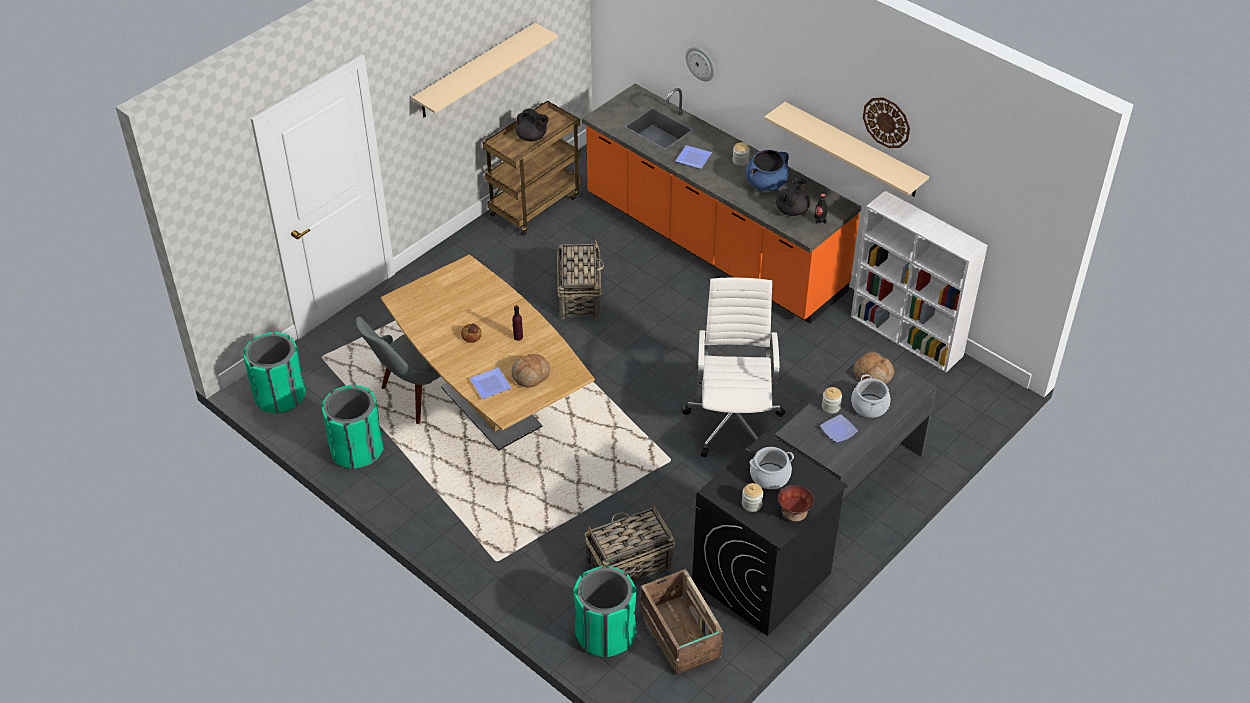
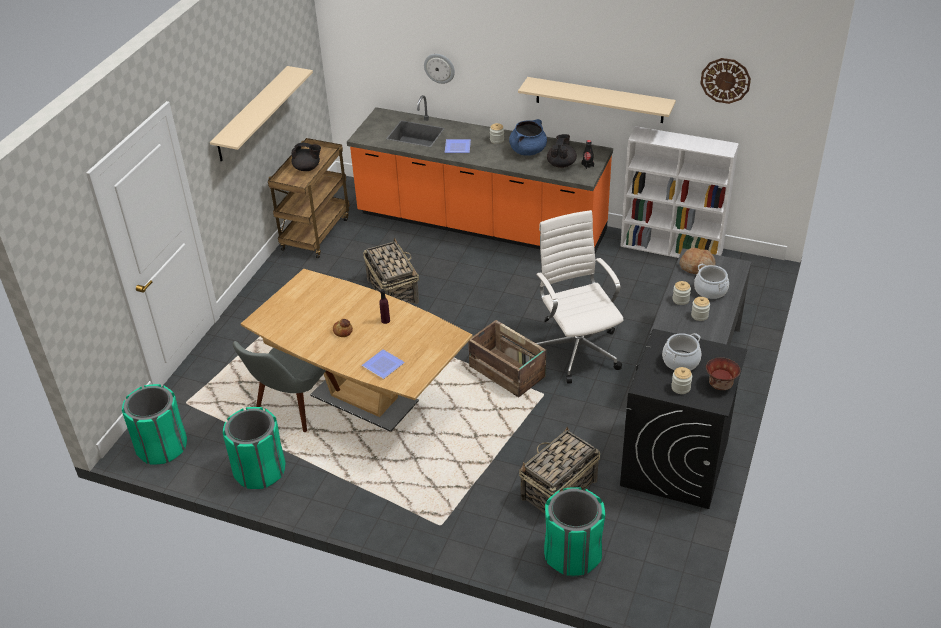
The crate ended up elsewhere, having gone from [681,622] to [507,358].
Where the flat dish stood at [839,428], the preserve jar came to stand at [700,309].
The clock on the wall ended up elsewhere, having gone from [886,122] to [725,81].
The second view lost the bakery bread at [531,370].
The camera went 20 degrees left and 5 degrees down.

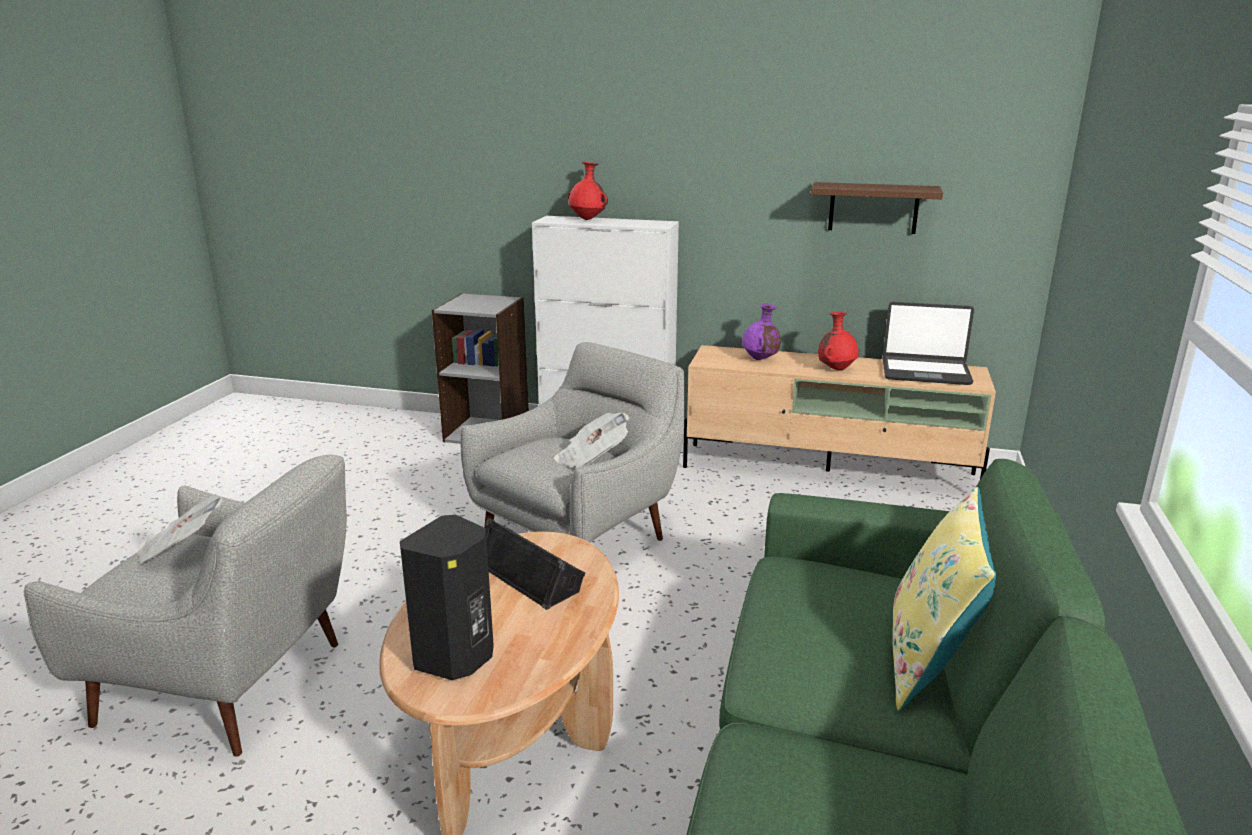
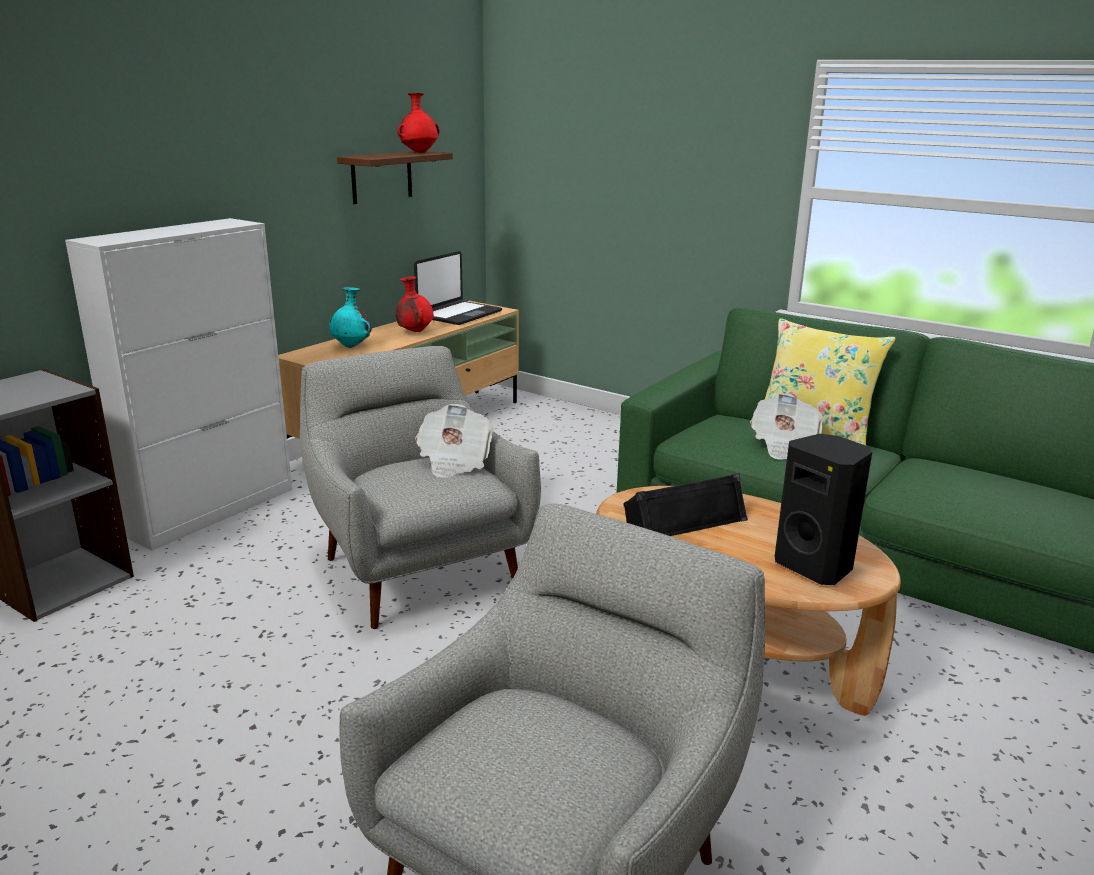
What was the flower vase (purple) at [761,331] turned into the flower vase (turquoise) at [350,317].
The flower vase (reddish) ended up elsewhere, having gone from [588,191] to [418,123].
The newspaper ended up elsewhere, having gone from [179,529] to [787,426].
The camera went 70 degrees left and 0 degrees up.

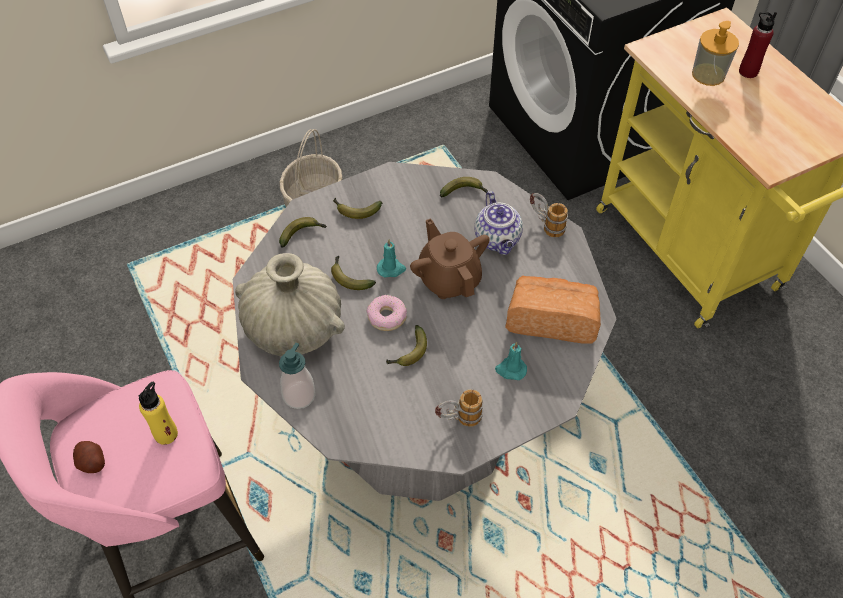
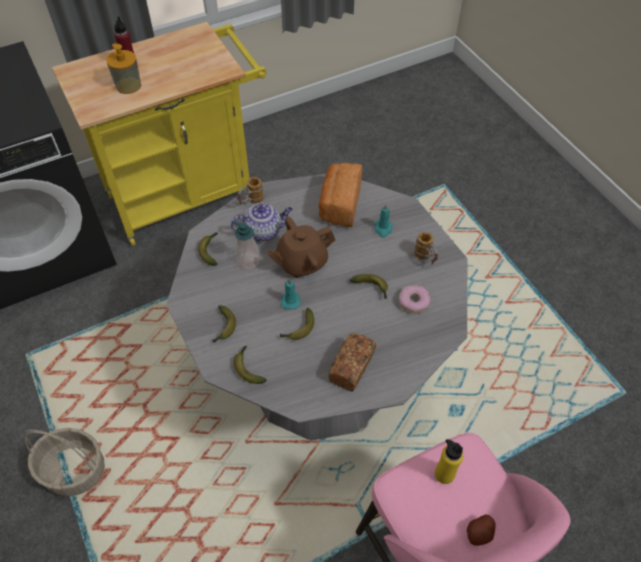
The soap bottle ended up elsewhere, having gone from [297,376] to [247,245].
Where the flower vase (sand-coloured) stood at [290,304], the bakery bread came to stand at [352,362].
The donut ended up elsewhere, having gone from [386,313] to [415,299].
The camera went 90 degrees left and 0 degrees up.

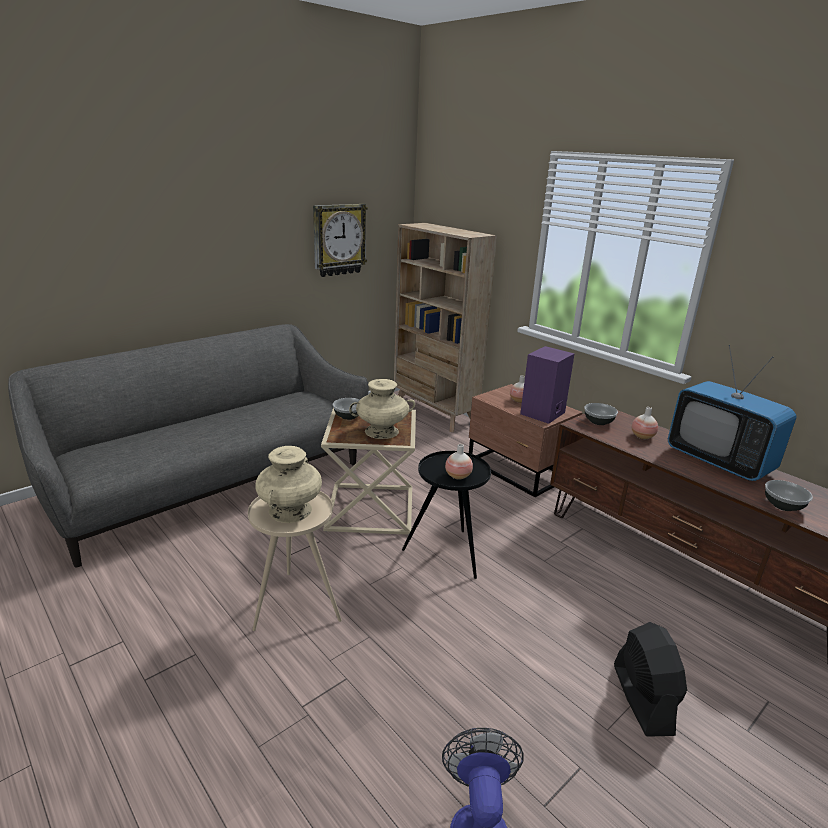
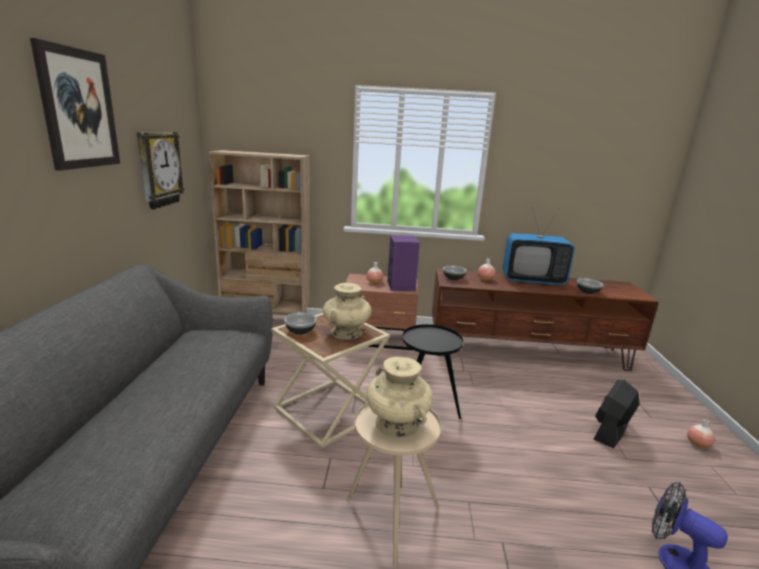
The second view gained the wall picture at [75,104].
The fan (black-coloured) at [650,679] ended up facing another way, 90 degrees counterclockwise from before.
The flower vase ended up elsewhere, having gone from [459,462] to [701,433].
The camera went 45 degrees left and 5 degrees down.

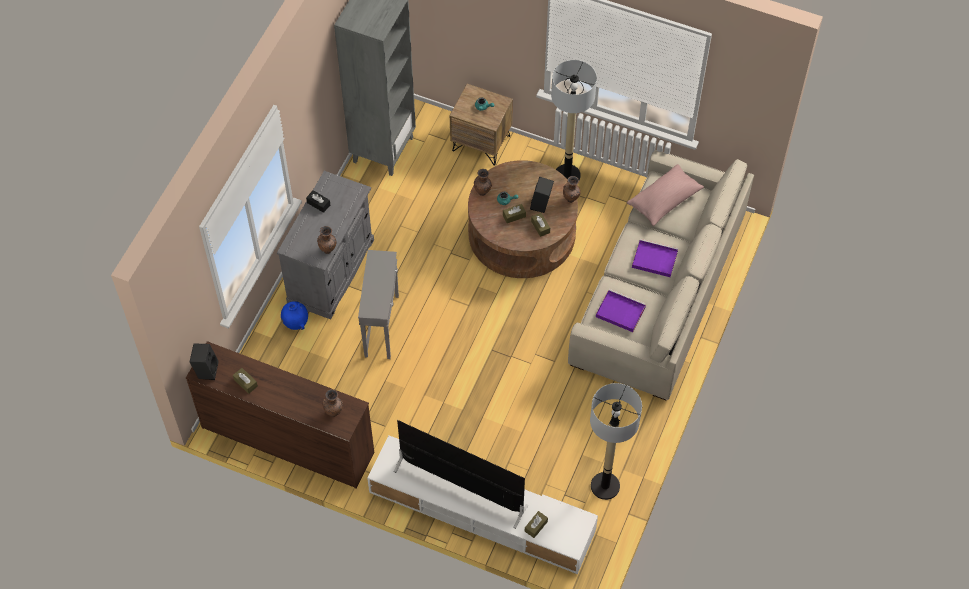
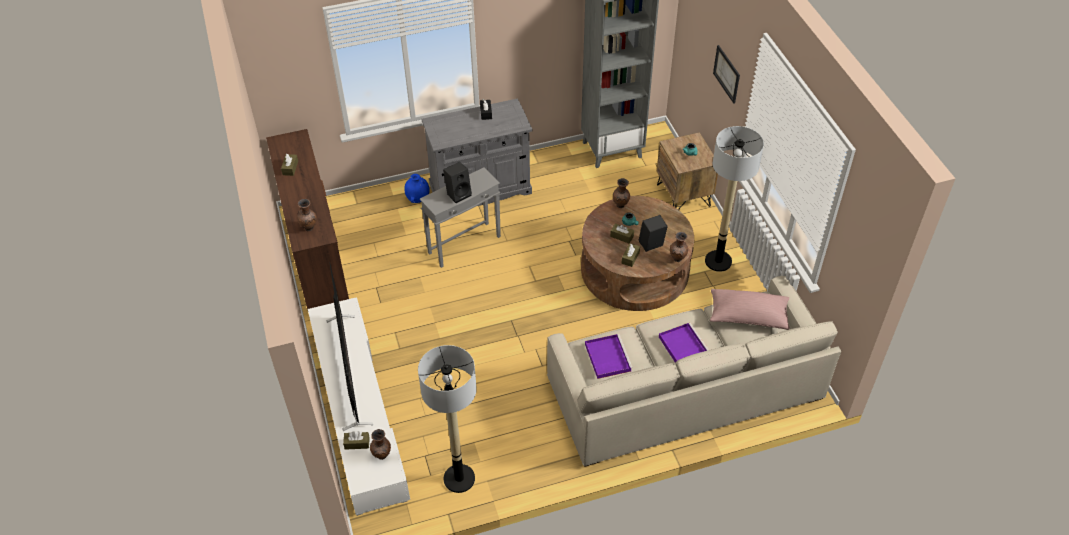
The flower vase (brownish) ended up elsewhere, having gone from [327,240] to [380,444].
The speaker (black-coloured) ended up elsewhere, having gone from [204,362] to [457,182].
The second view gained the wall picture at [726,74].
The camera went 50 degrees right and 10 degrees down.

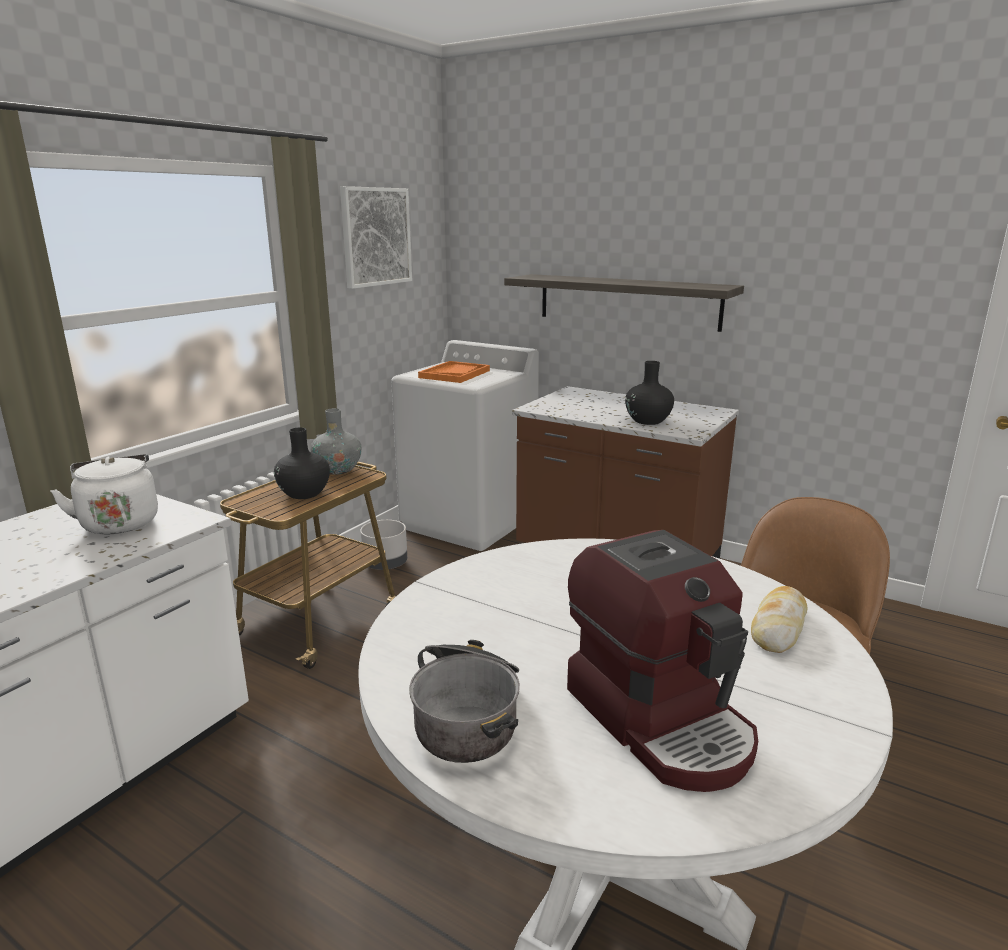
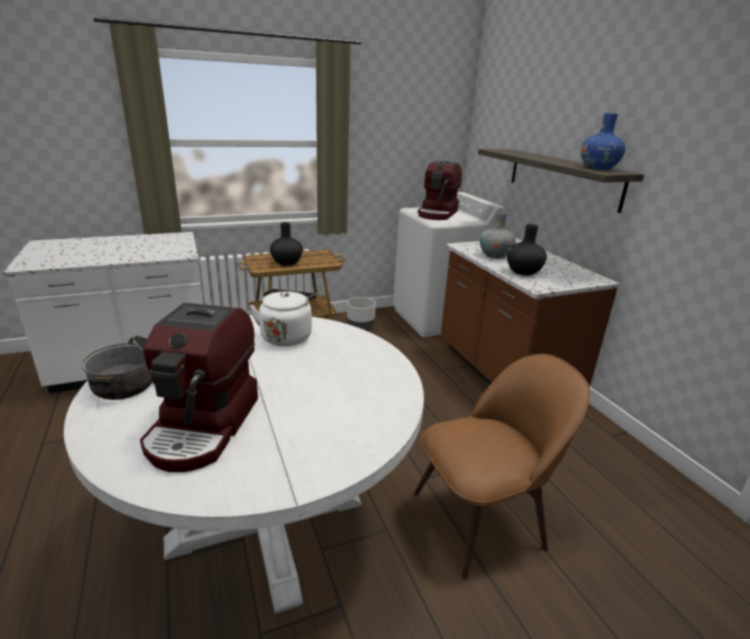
The tea kettle (white) ended up elsewhere, having gone from [104,494] to [283,317].
Where the carrying tray (orangey) stood at [454,372], the coffee maker came to stand at [440,190].
The flower vase (gray) ended up elsewhere, having gone from [336,441] to [498,234].
The second view gained the flower vase (bluish) at [603,141].
The second view lost the wall picture at [376,237].
The second view lost the bakery bread at [779,619].
The camera went 35 degrees right and 5 degrees up.

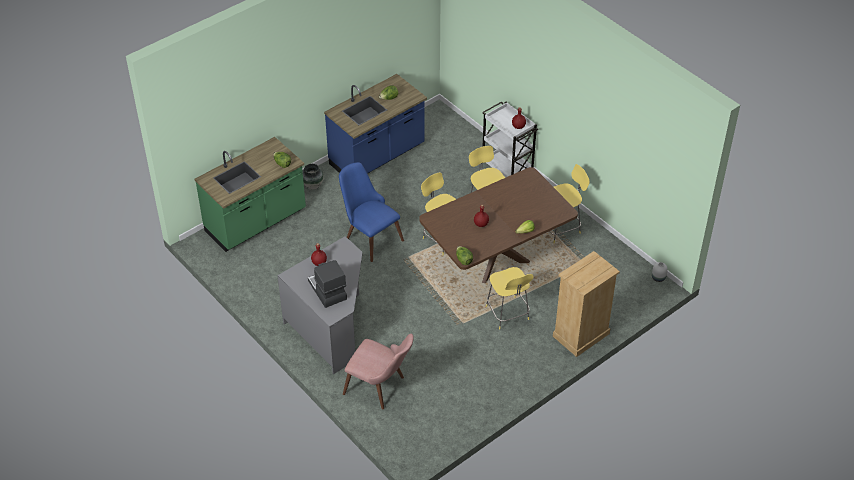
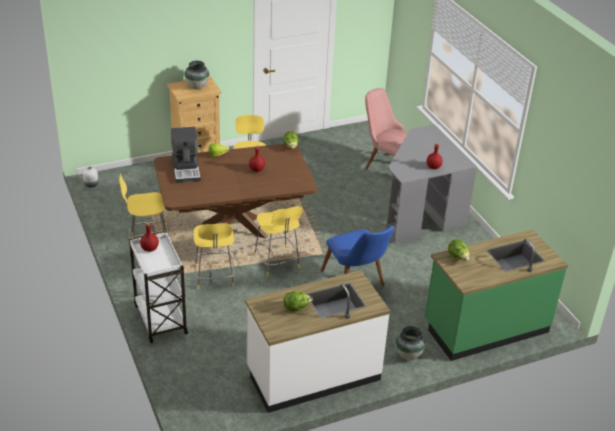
The coffee maker ended up elsewhere, having gone from [327,284] to [186,155].
The second view gained the flower vase at [197,75].
What was the kitchen base unit (bluish) at [375,124] turned into the kitchen base unit (white) at [318,341].
The camera went 165 degrees left and 10 degrees down.

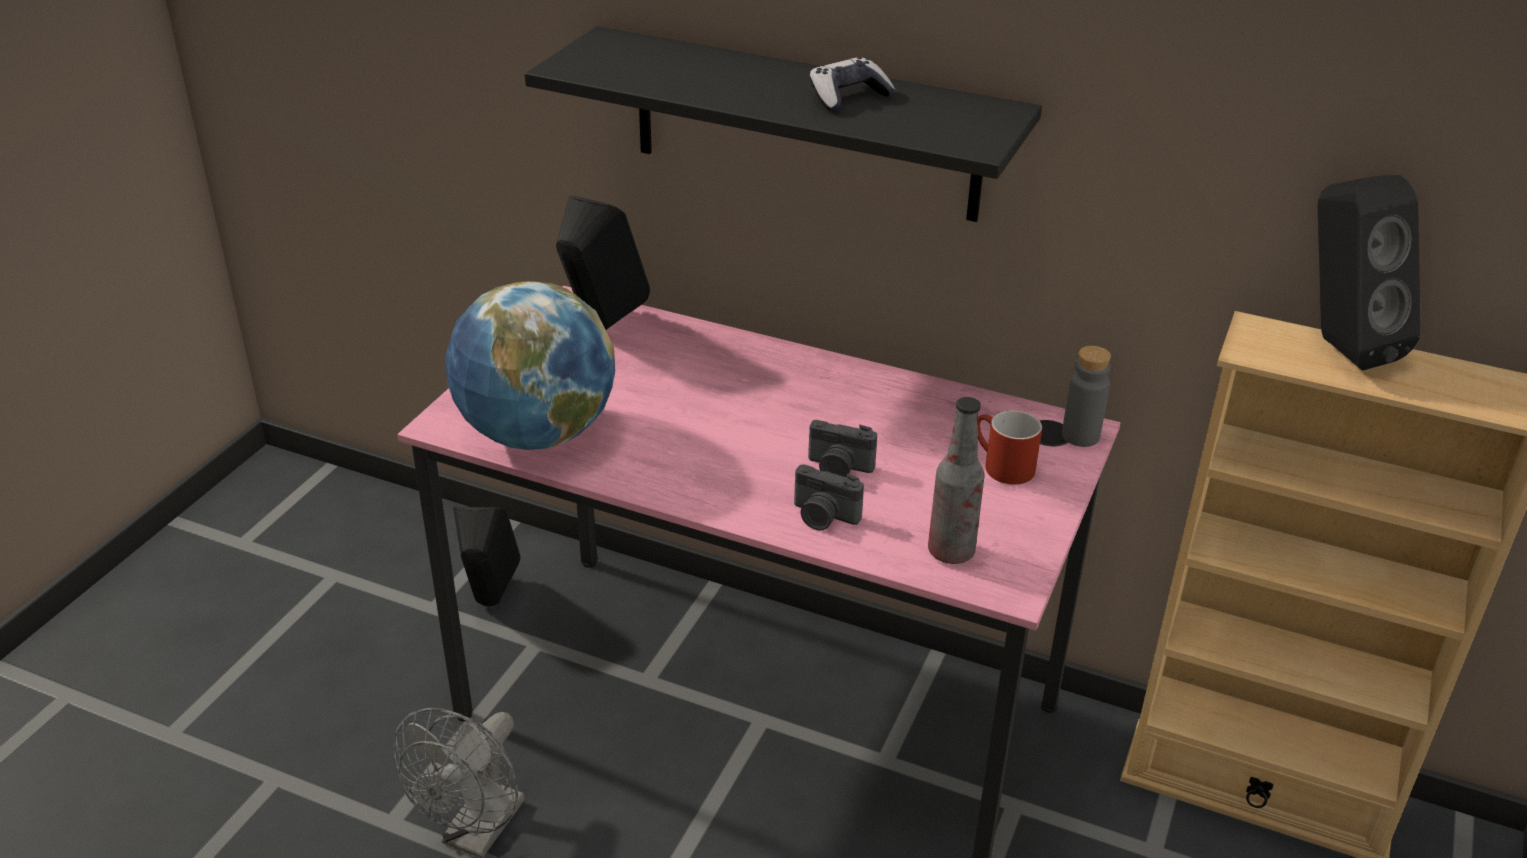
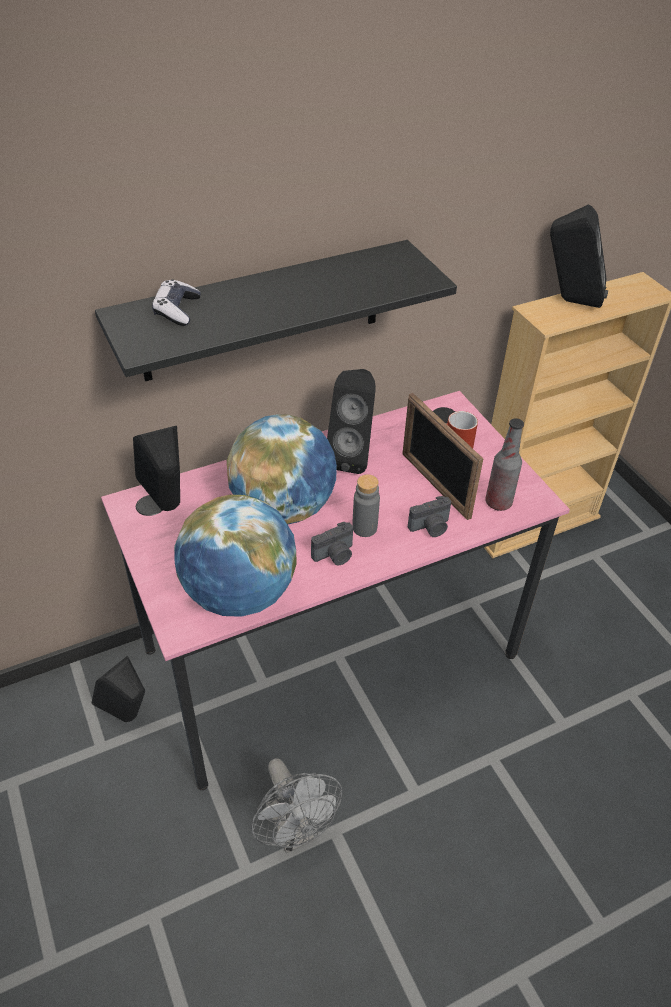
The gamepad ended up elsewhere, having gone from [852,84] to [176,302].
The second view gained the globe at [282,469].
The photo camera ended up elsewhere, having gone from [842,449] to [332,543].
The second view gained the speaker (black-coloured) at [351,421].
The drink bottle (gray) ended up elsewhere, having gone from [1086,396] to [366,505].
The second view gained the standing frame at [442,456].
The camera went 50 degrees left and 10 degrees up.

